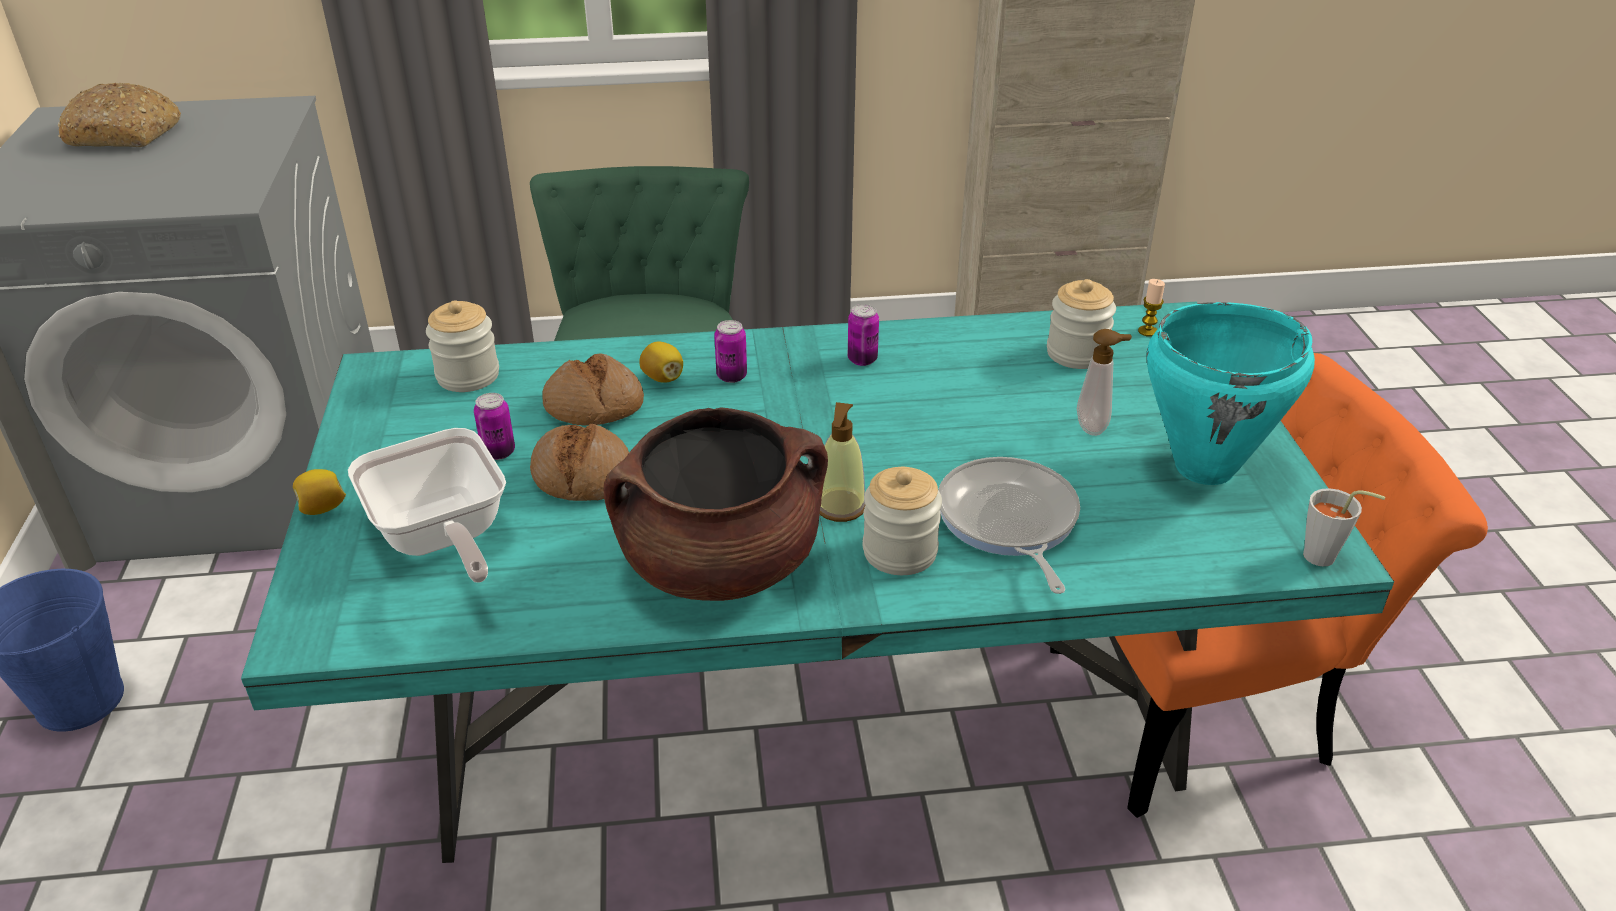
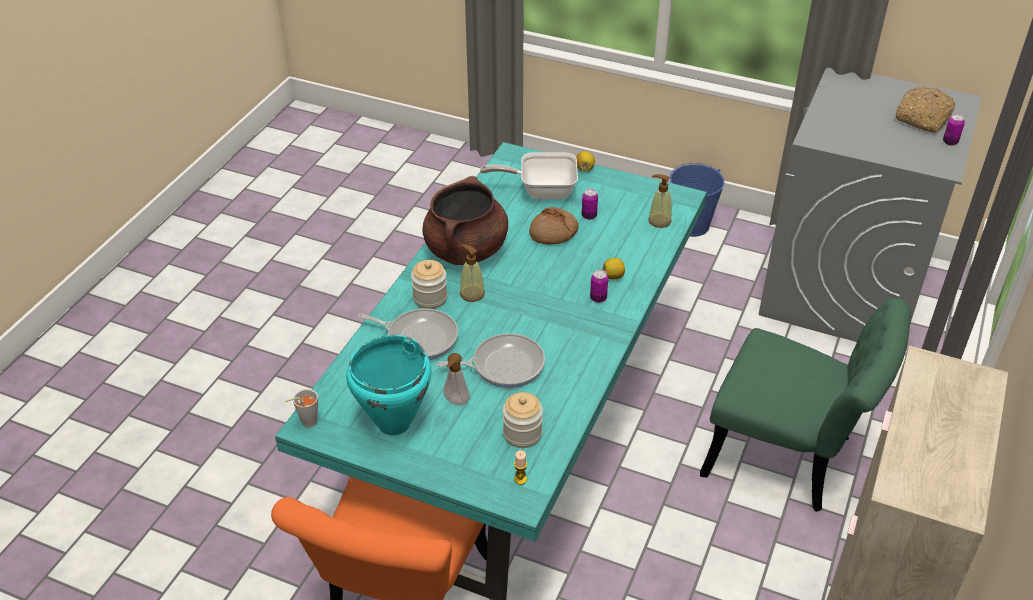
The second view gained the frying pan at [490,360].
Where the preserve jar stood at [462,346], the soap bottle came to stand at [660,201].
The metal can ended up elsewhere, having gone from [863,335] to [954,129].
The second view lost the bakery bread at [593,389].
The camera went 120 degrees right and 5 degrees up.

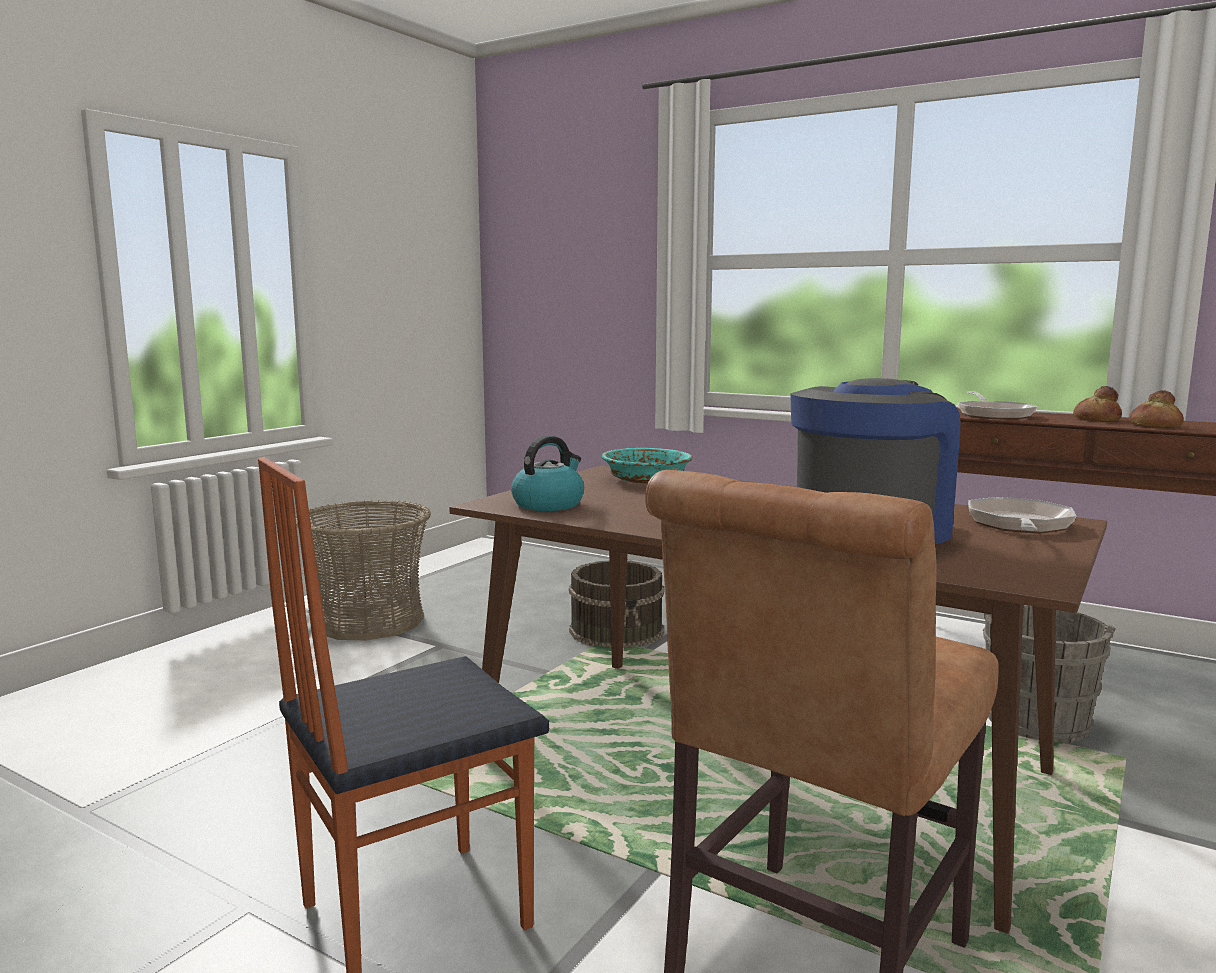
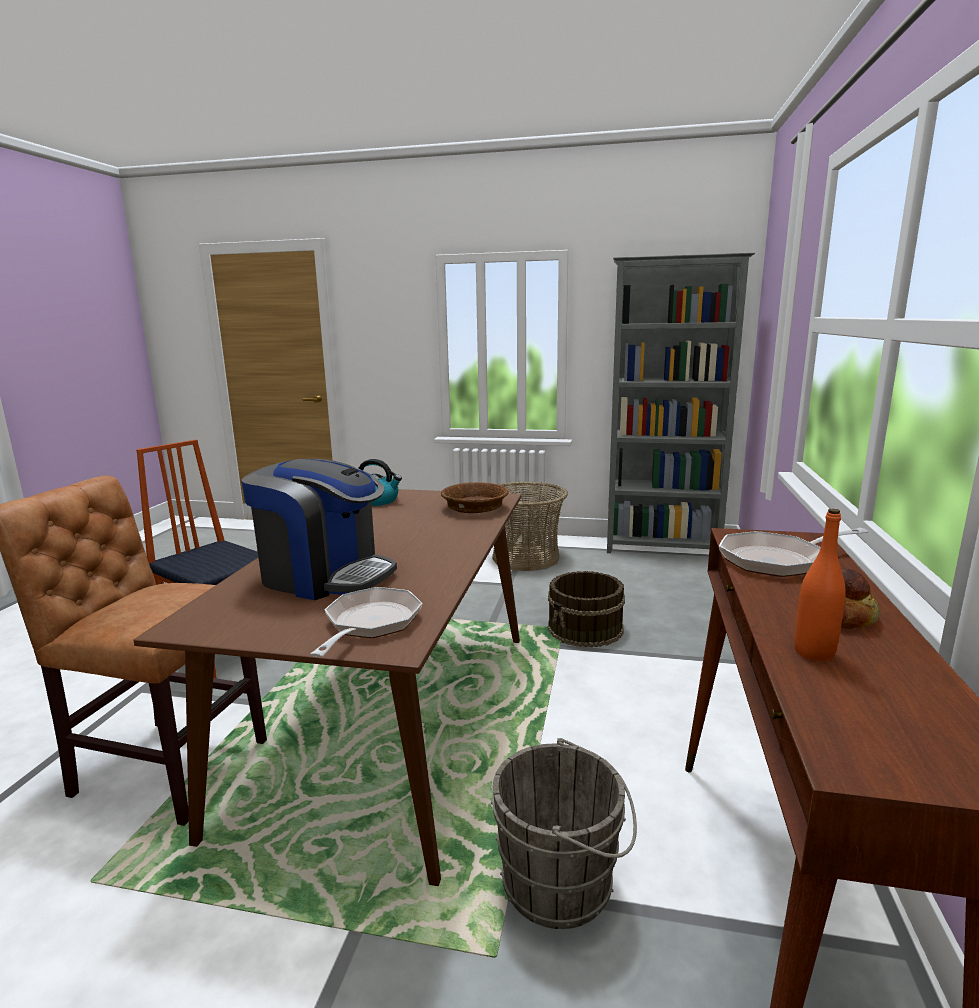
The frying pan at [1022,515] ended up facing another way, 75 degrees counterclockwise from before.
What was the deep dish (turquoise) at [647,466] turned into the deep dish (brownish) at [475,497].
The second view gained the bookcase (gray) at [681,403].
Where the bakery bread stood at [1156,409], the drink bottle (orangey) came to stand at [820,585].
The camera went 70 degrees right and 5 degrees up.

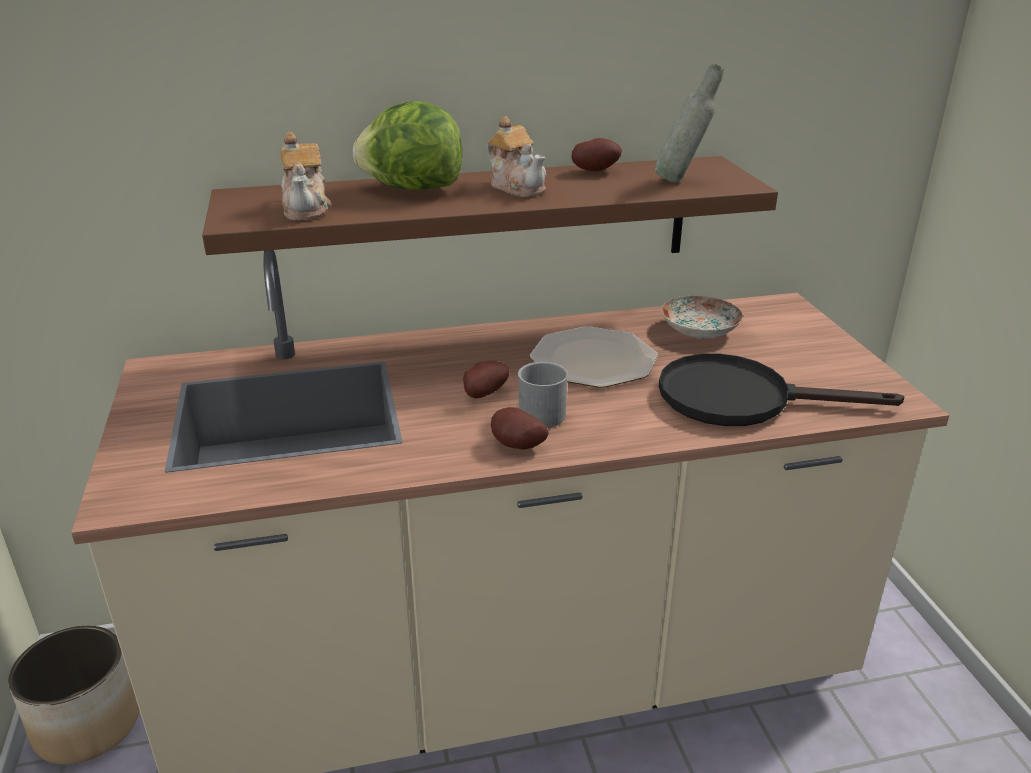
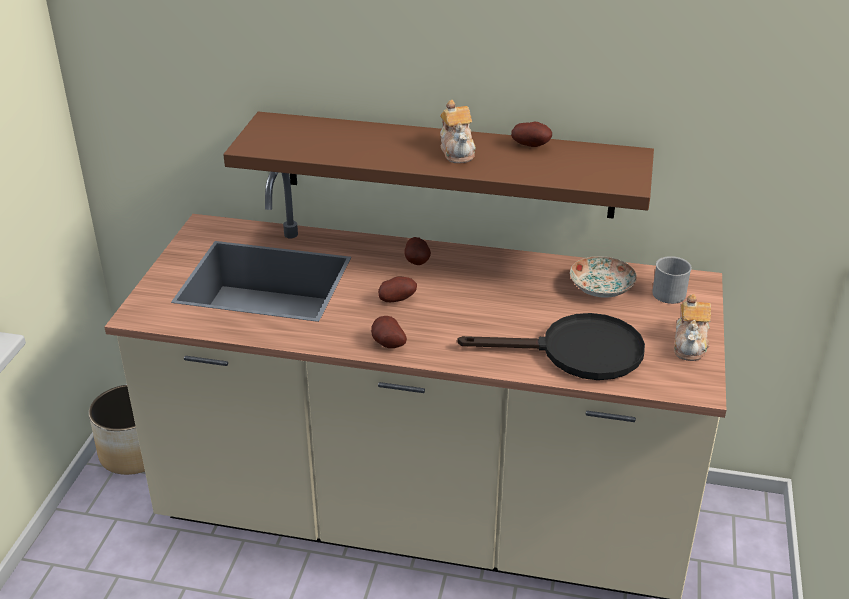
The second view gained the spud at [417,251].
The frying pan (black-coloured) at [781,390] ended up facing another way, 150 degrees clockwise from before.
The mug (gray) ended up elsewhere, having gone from [543,395] to [672,280].
The tea pot ended up elsewhere, having gone from [306,176] to [692,327].
The second view lost the lettuce at [407,145].
The second view lost the flat dish at [594,357].
The second view lost the drink bottle (gray) at [689,123].
The camera went 25 degrees right and 5 degrees up.

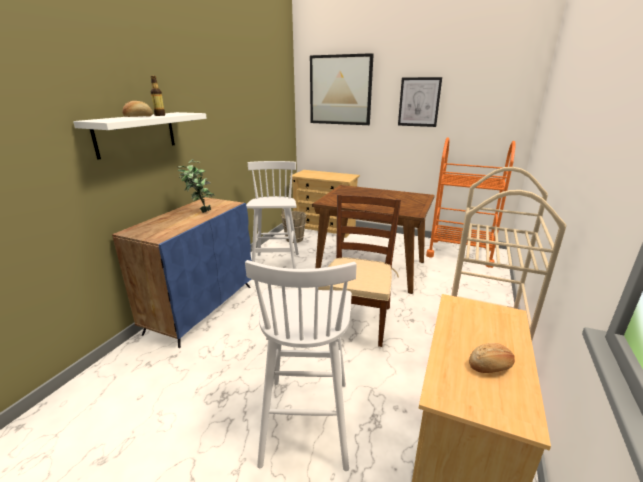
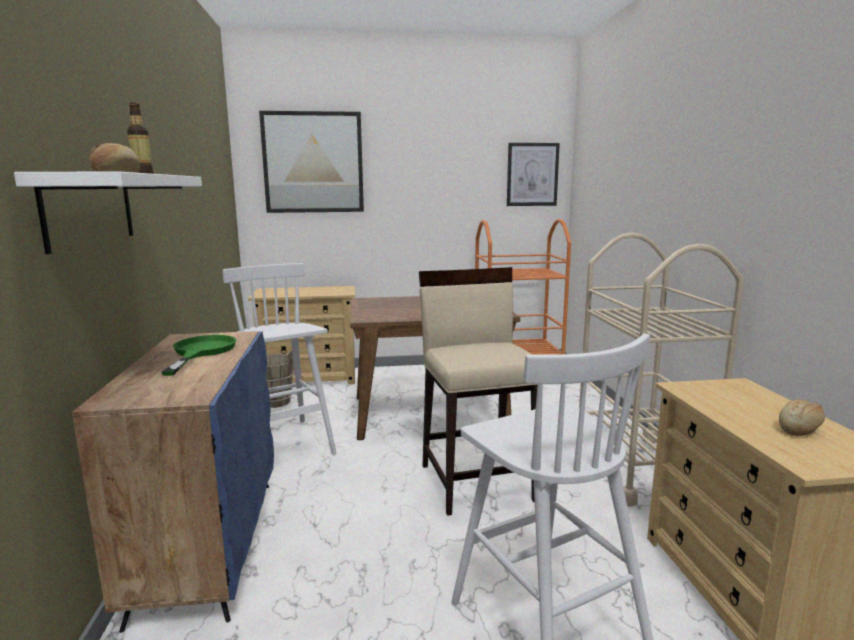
Where the houseplant stood at [196,186], the frying pan (green-coloured) came to stand at [198,355].
Where the chair (brownish) stood at [359,271], the stool (sand-coloured) came to stand at [478,391].
The wall picture ended up elsewhere, having gone from [420,102] to [533,174].
The camera went 30 degrees left and 10 degrees down.

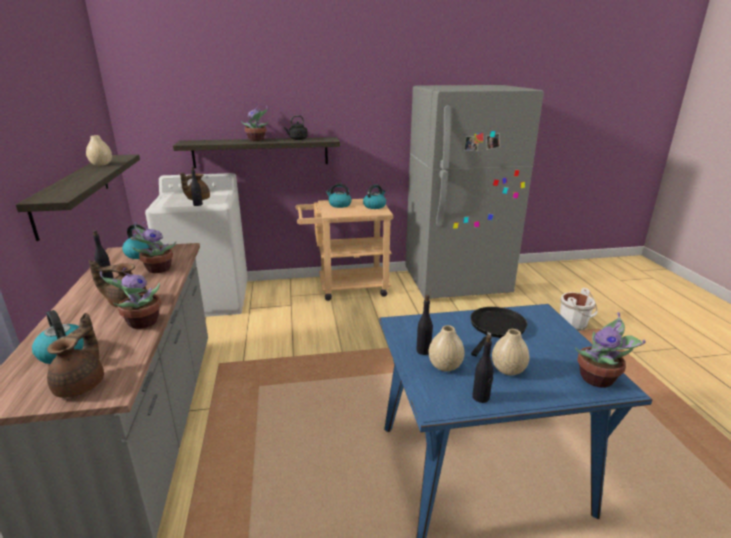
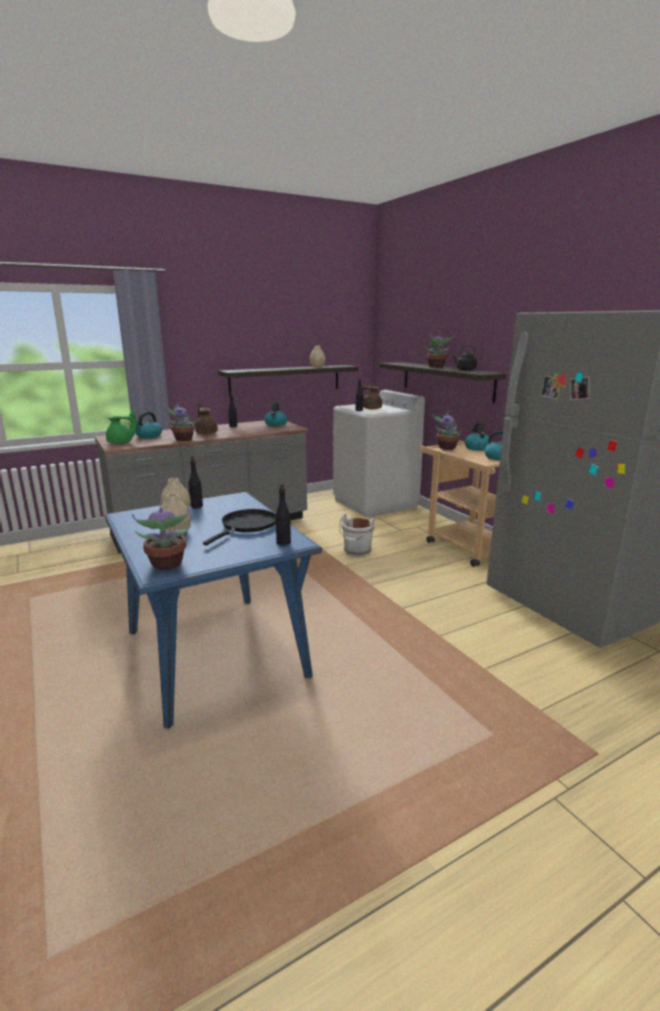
What was the tea pot (brownish) at [75,355] turned into the tea pot (green-coloured) at [121,427].
The frying pan (black-coloured) at [498,331] ended up facing another way, 75 degrees counterclockwise from before.
The drink bottle (black-coloured) ended up elsewhere, having gone from [482,369] to [283,514].
The bucket (white) ended up elsewhere, having gone from [579,309] to [357,534].
The houseplant ended up elsewhere, having gone from [154,247] to [447,430].
The camera went 70 degrees right and 5 degrees down.

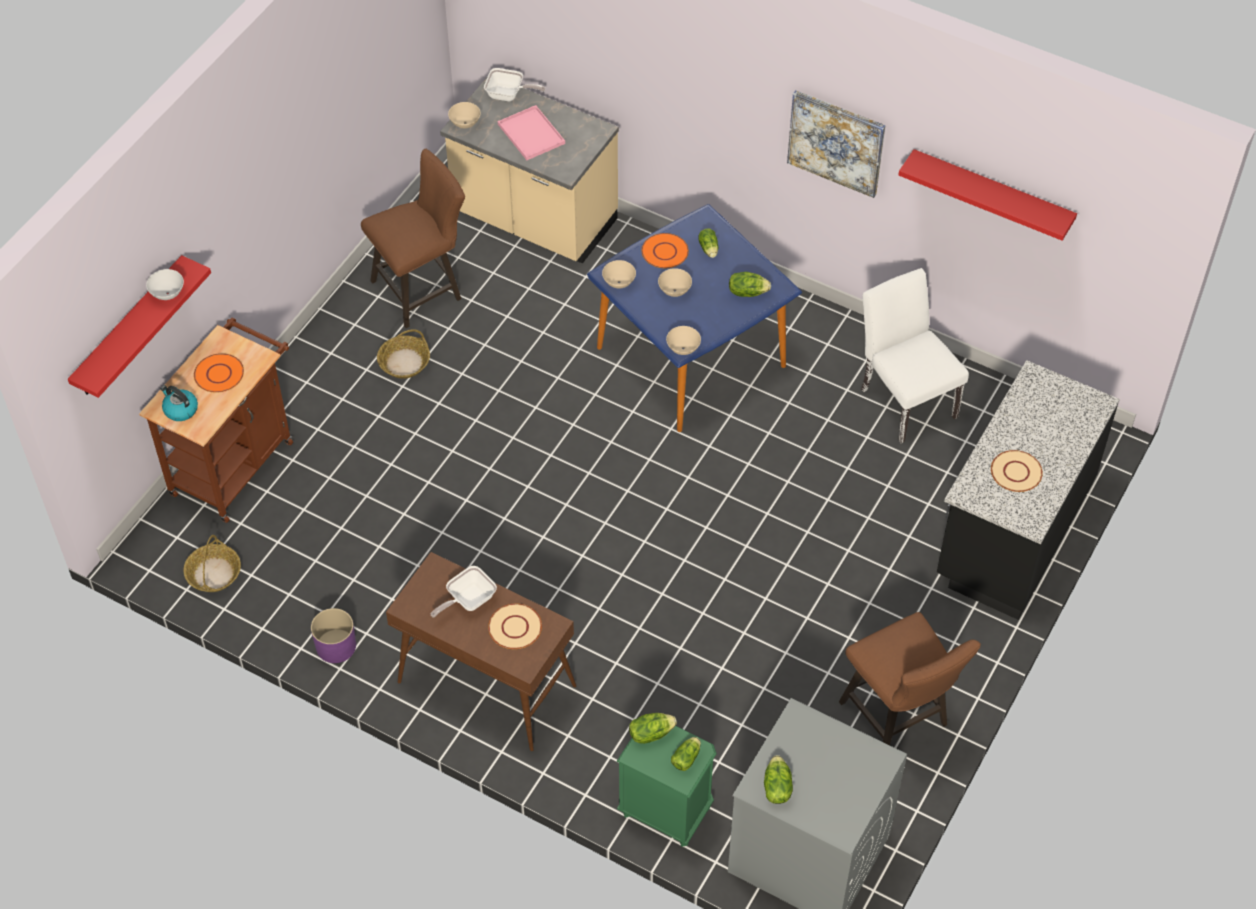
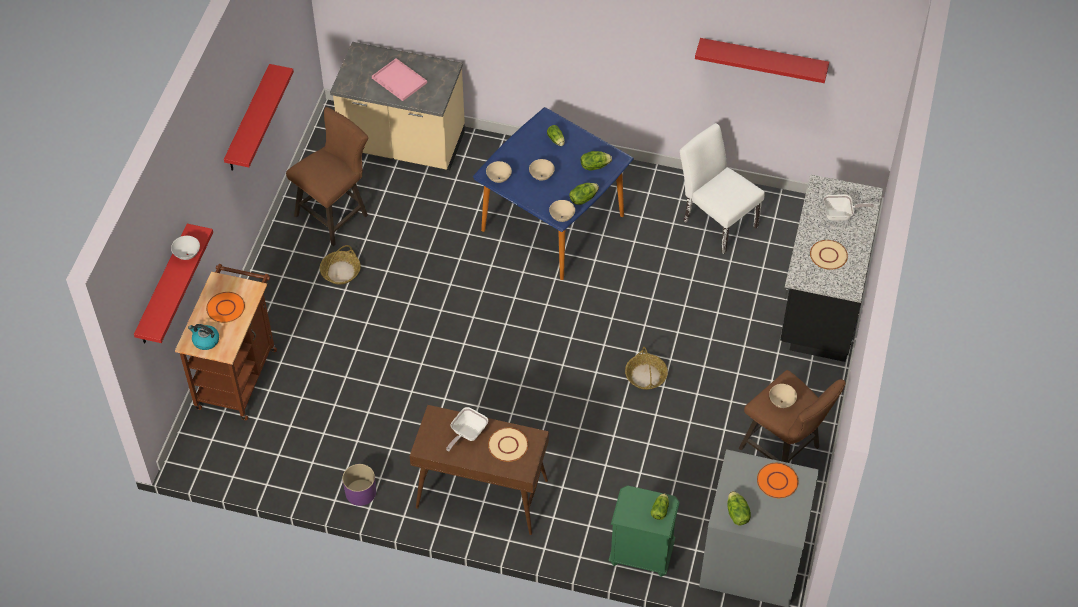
The second view gained the shelf (reddish) at [259,117].
The lettuce ended up elsewhere, having gone from [653,728] to [584,194].
The household basket ended up elsewhere, having gone from [212,563] to [646,368].
The flat dish (orangey) ended up elsewhere, having gone from [665,250] to [777,480].
The deep dish (sand-coloured) ended up elsewhere, having gone from [464,115] to [783,396].
The frying pan ended up elsewhere, having gone from [514,84] to [848,207].
The second view lost the wall picture at [836,144].
The camera went 15 degrees left and 0 degrees up.

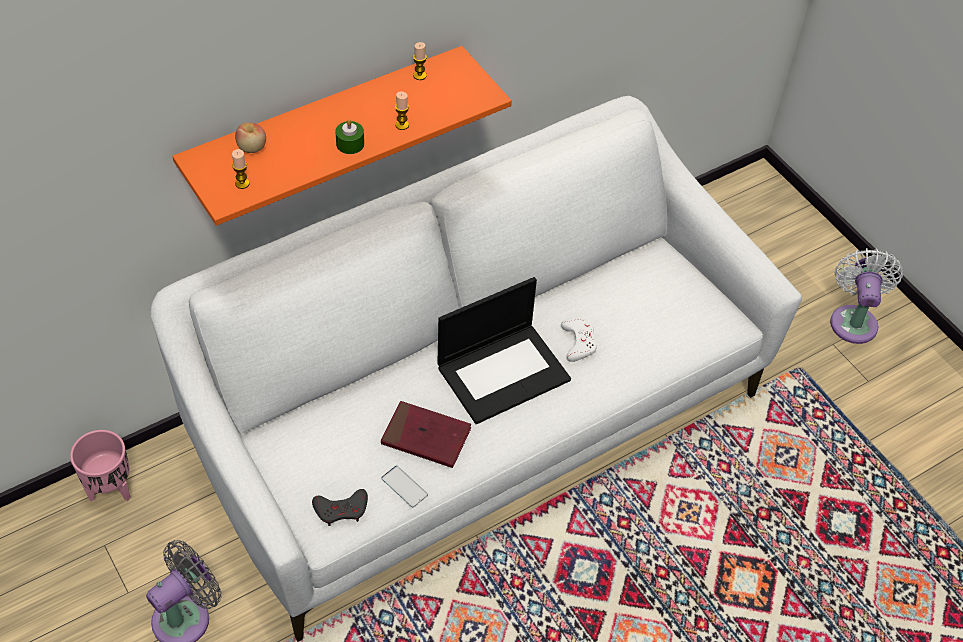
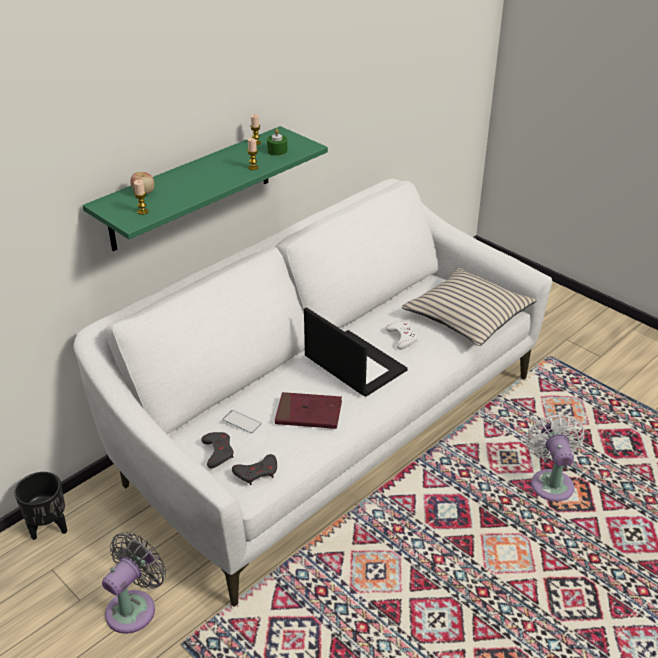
What was the planter (pinkish) at [100,466] turned into the planter (black-coloured) at [41,506].
What was the shelf (orangey) at [342,136] turned into the shelf (green-coloured) at [205,188].
The second view gained the gamepad (gray) at [217,450].
The handset ended up elsewhere, having gone from [404,486] to [242,421].
The candle (green-coloured) ended up elsewhere, having gone from [349,136] to [277,142].
The notebook computer at [504,350] ended up facing another way, 90 degrees counterclockwise from before.
The second view gained the cushion (sand-coloured) at [469,306].
The fan (white) ended up elsewhere, having gone from [866,296] to [555,457].
The camera went 10 degrees left and 15 degrees down.

